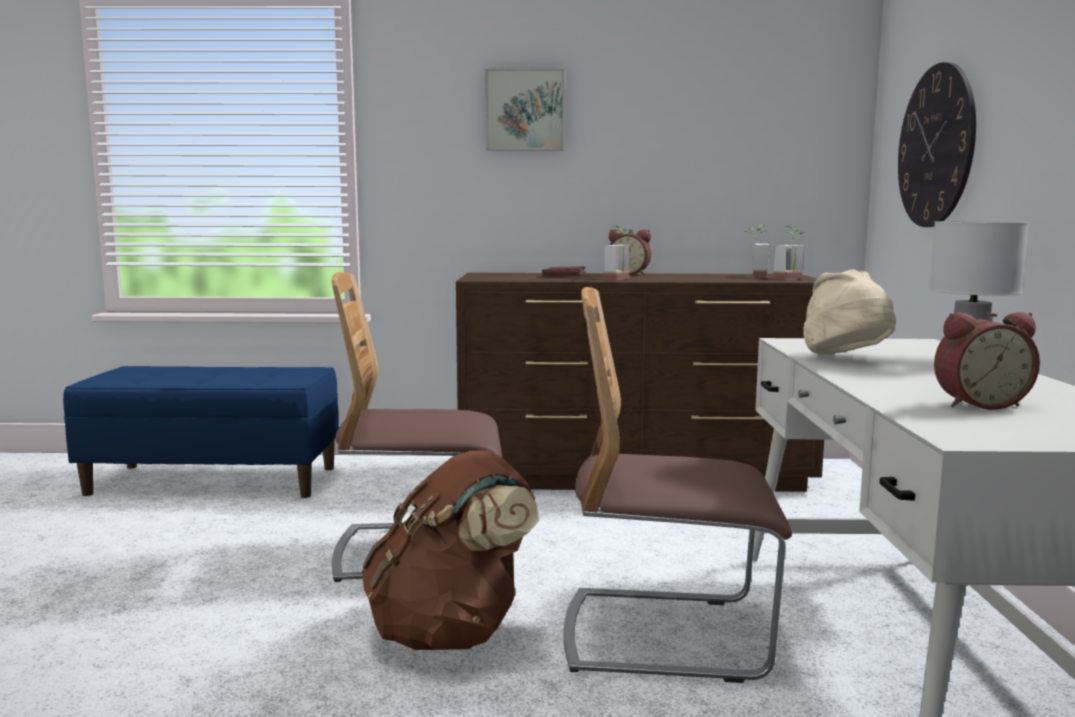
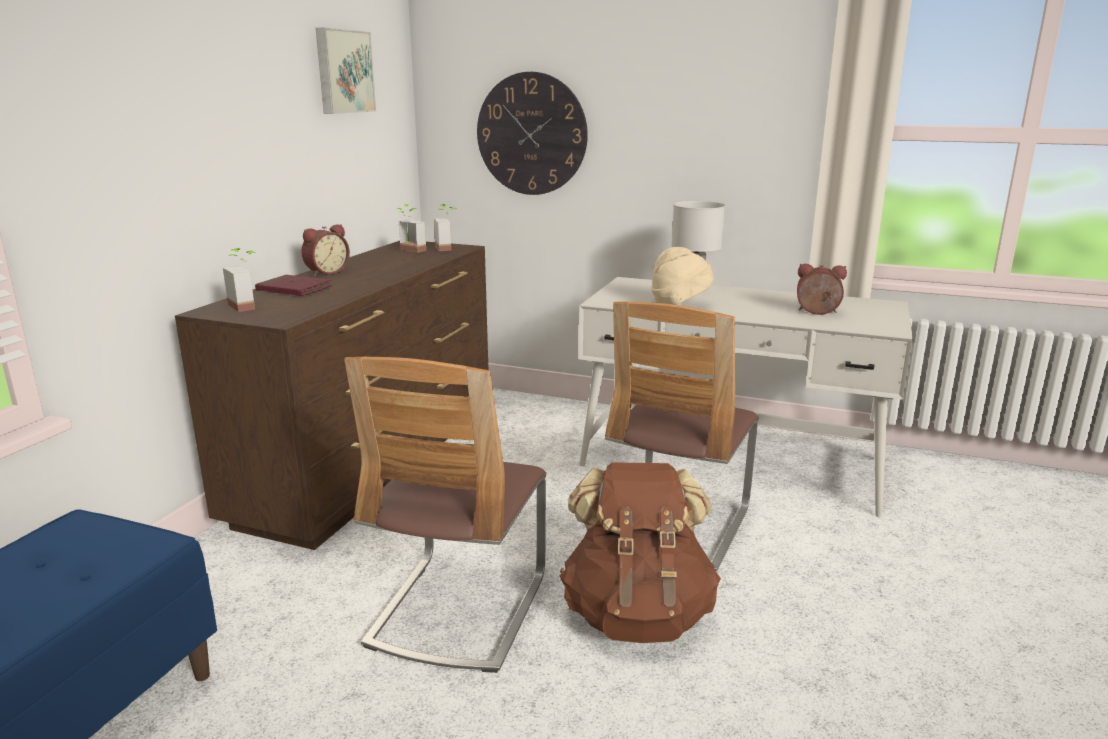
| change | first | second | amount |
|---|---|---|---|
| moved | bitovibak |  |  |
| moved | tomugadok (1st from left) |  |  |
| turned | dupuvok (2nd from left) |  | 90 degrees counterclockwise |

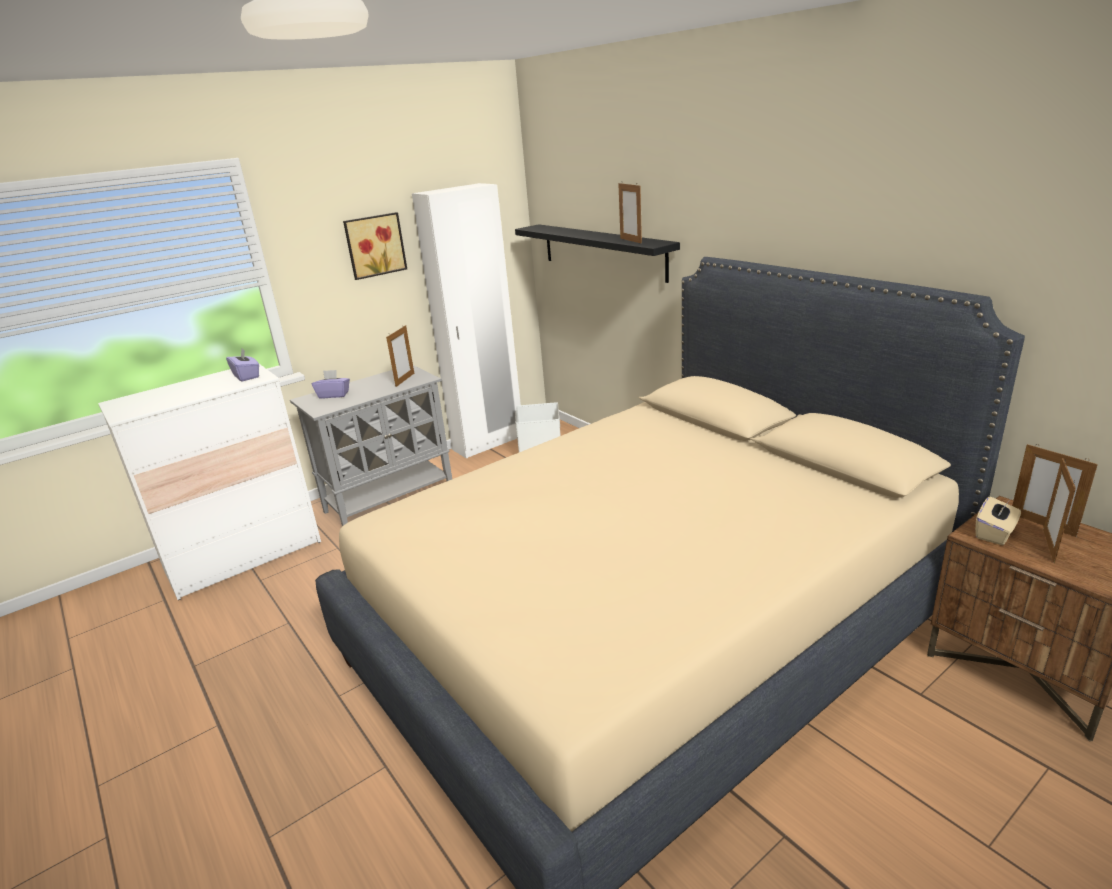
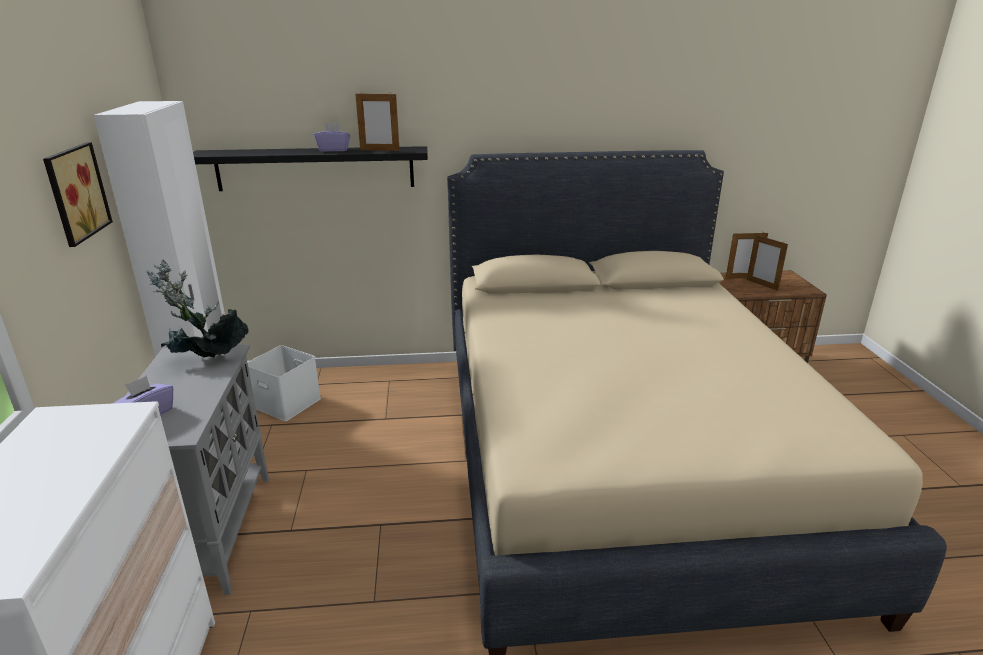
| change | first | second | amount |
|---|---|---|---|
| removed | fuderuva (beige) |  |  |
| moved | fuderuva (purple) (1st from left in the first image) | fuderuva (purple) (2nd from left) |  |
| replaced | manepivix (1st from left) | tomugadok |  |

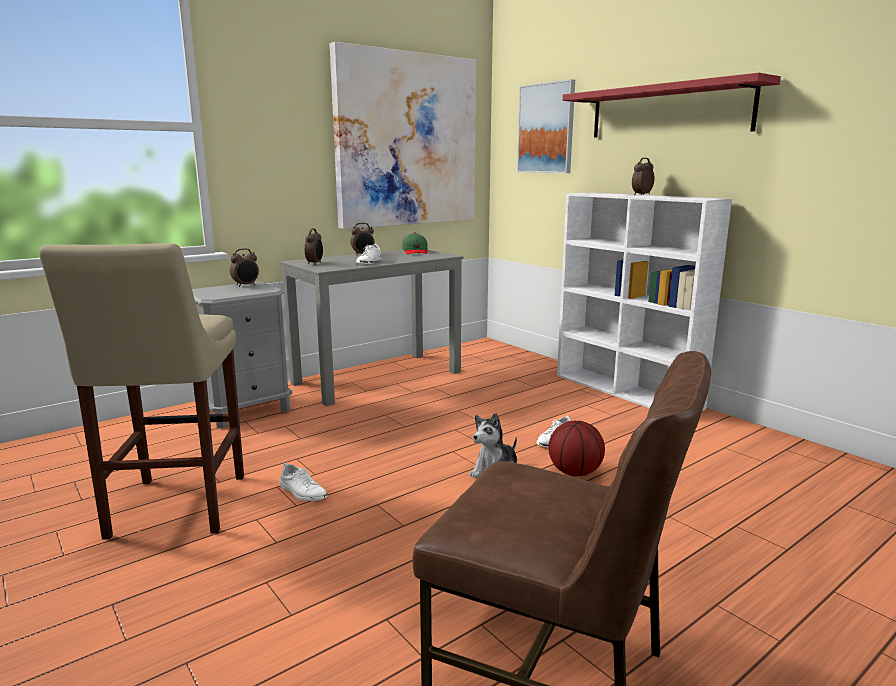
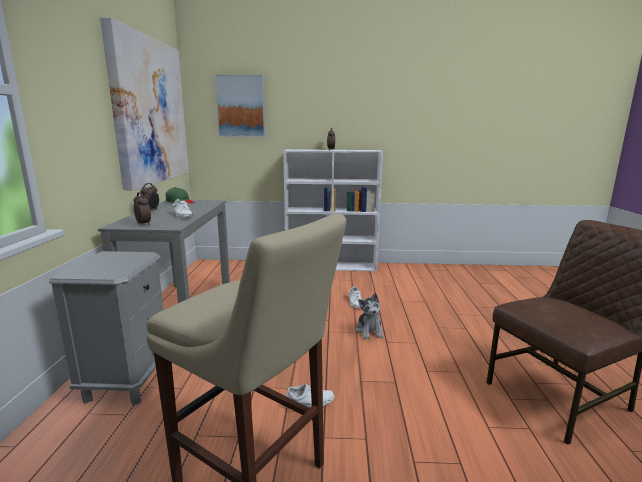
| change | first | second | amount |
|---|---|---|---|
| removed | dupuvok (1st from left) |  |  |
| removed | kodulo |  |  |
| removed | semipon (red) |  |  |

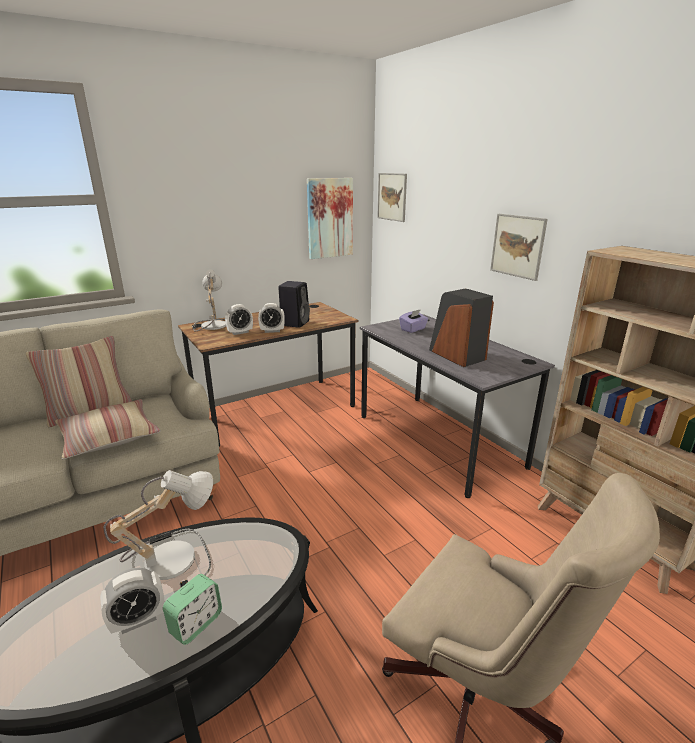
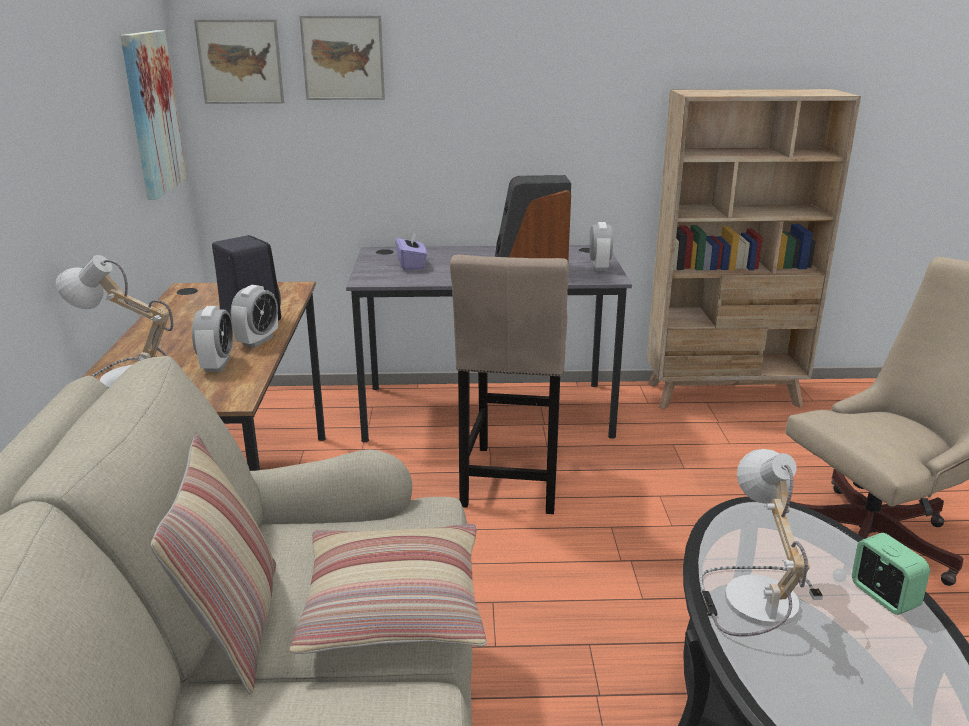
| change | first | second | amount |
|---|---|---|---|
| added |  | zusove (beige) |  |
| moved | dupuvok (1st from left in the first image) | dupuvok (3rd from left) |  |
| moved | bitovibak (3rd from left) |  |  |

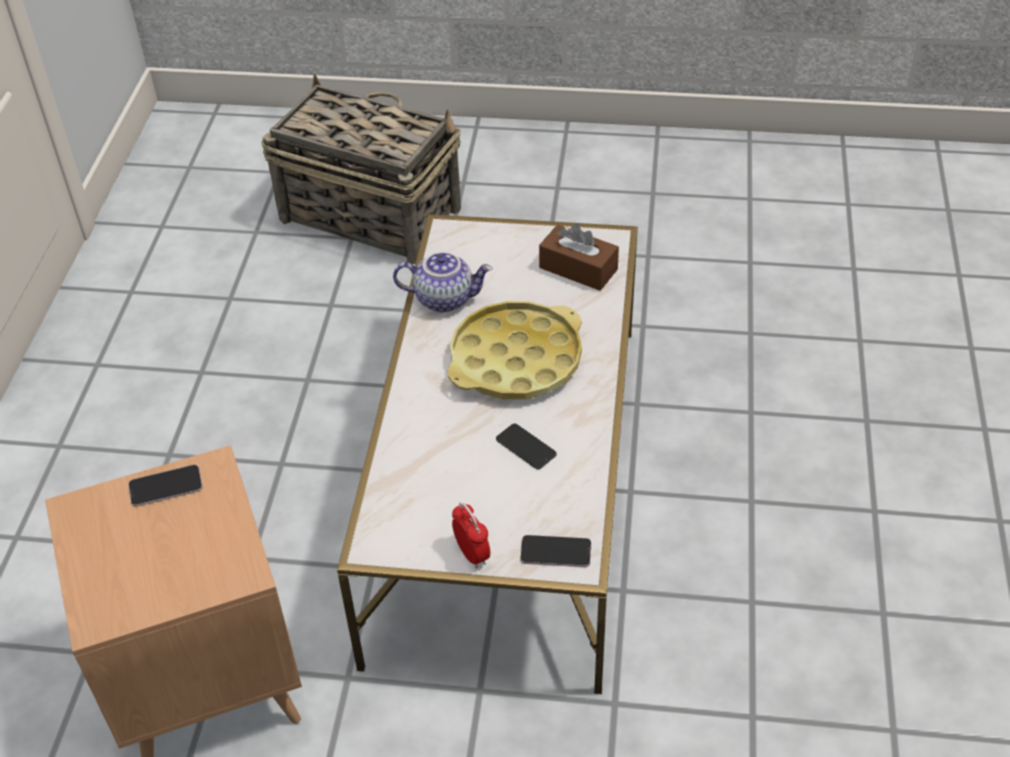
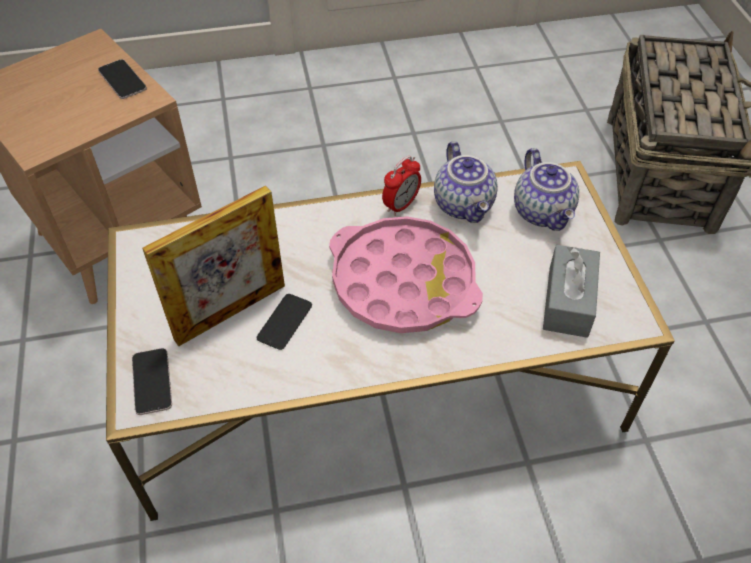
| change | first | second | amount |
|---|---|---|---|
| added |  | manepivix |  |
| added |  | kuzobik (2nd from left) |  |
| moved | dupuvok |  |  |
| recoloured | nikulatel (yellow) | nikulatel (pink) |  |
| recoloured | fuderuva (brown) | fuderuva (grey) |  |

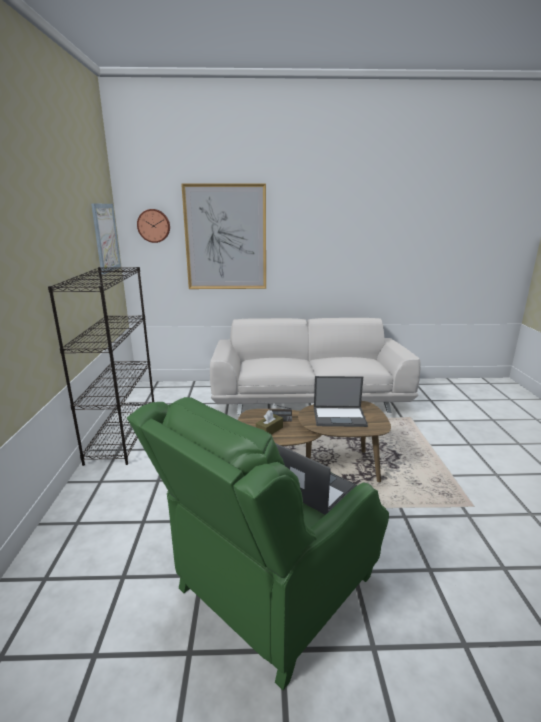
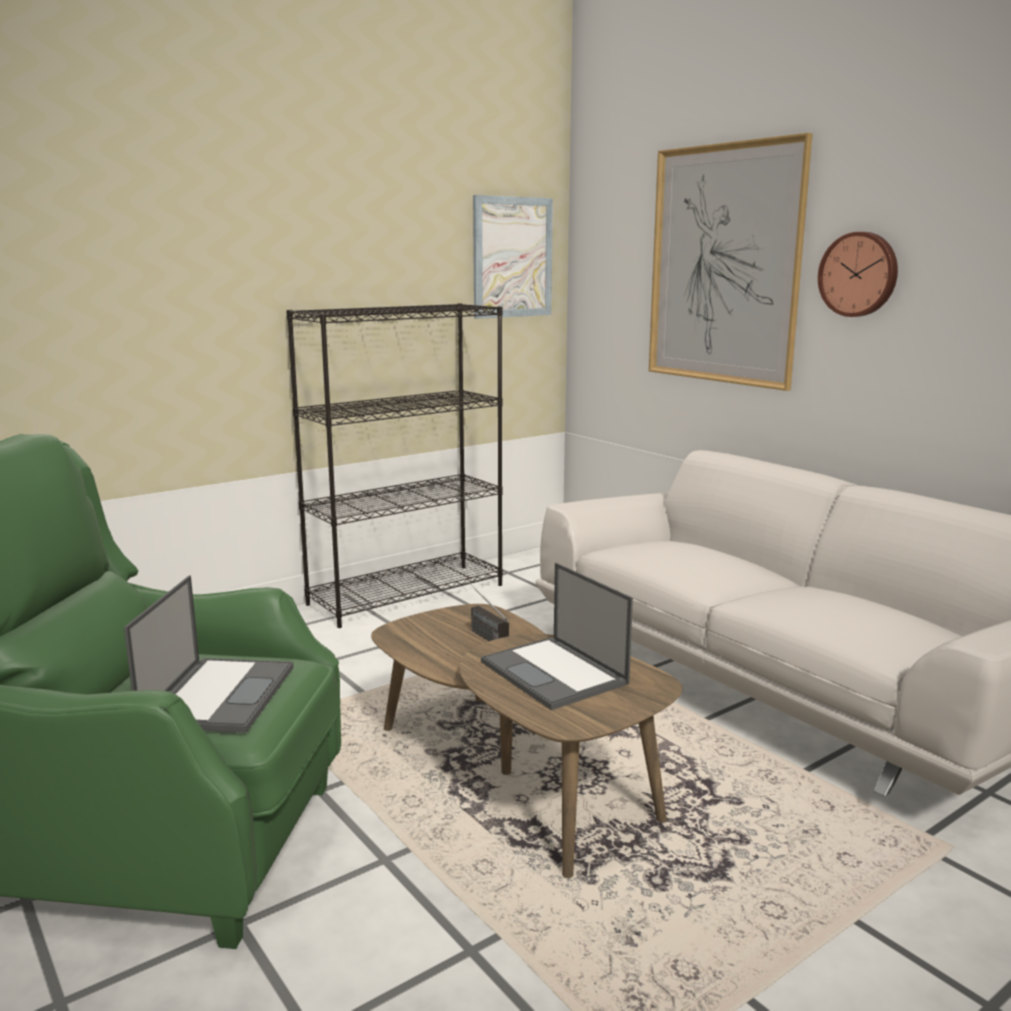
| change | first | second | amount |
|---|---|---|---|
| removed | fuderuva (brown) |  |  |
| moved | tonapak |  |  |

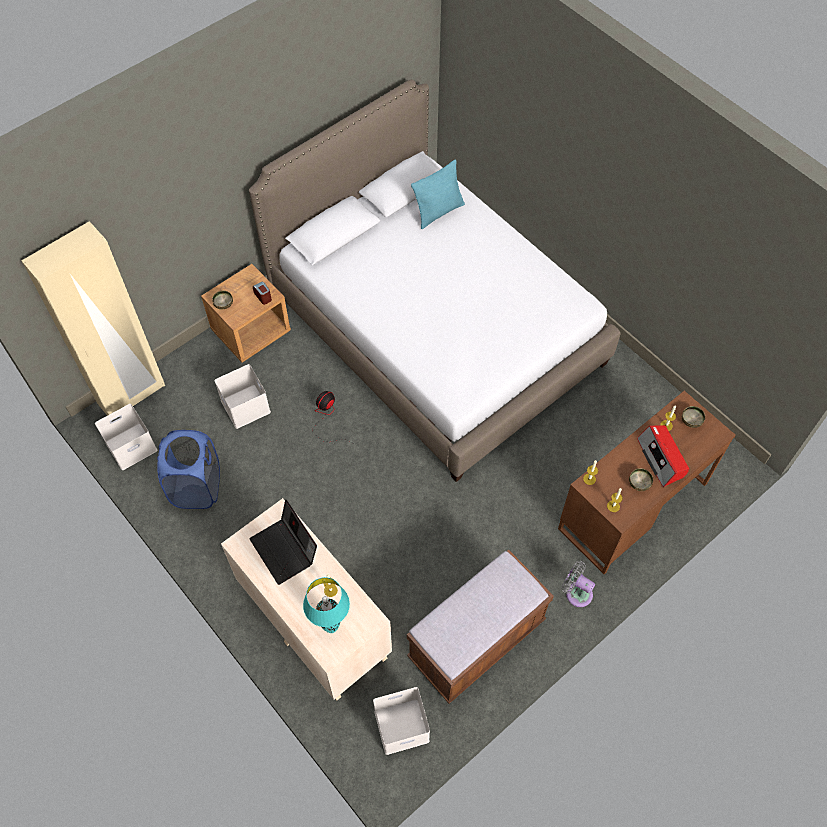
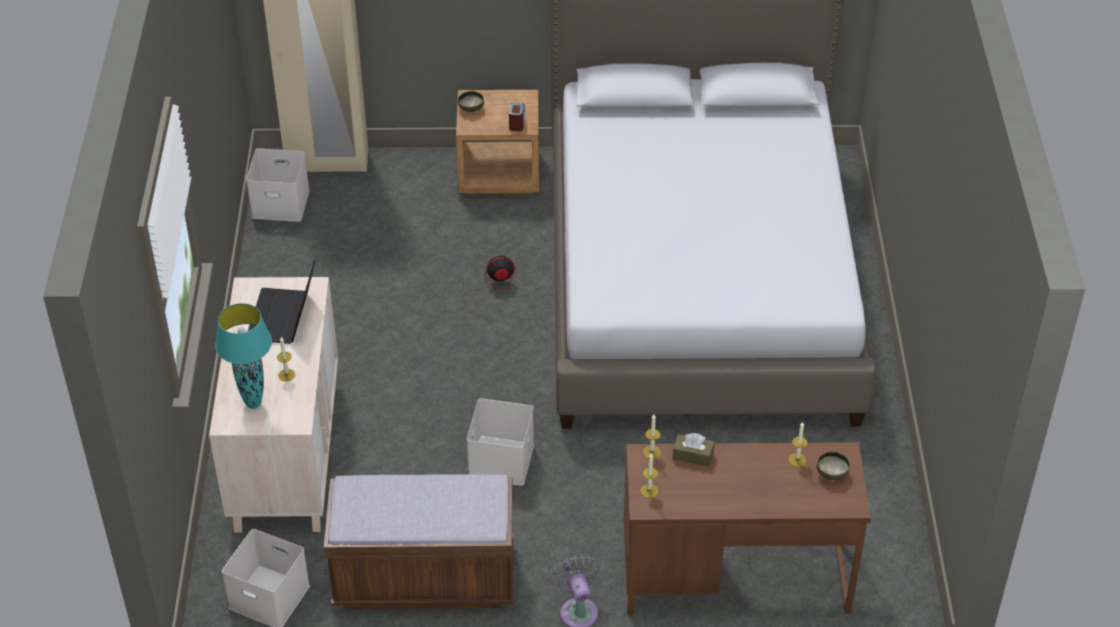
| change | first | second | amount |
|---|---|---|---|
| removed | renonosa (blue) |  |  |
| removed | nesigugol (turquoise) |  |  |
| removed | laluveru (2nd from left) |  |  |
| removed | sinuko |  |  |
| added |  | fuderuva (brown) |  |
| moved | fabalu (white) (2nd from left in the first image) | fabalu (white) (3rd from left) |  |

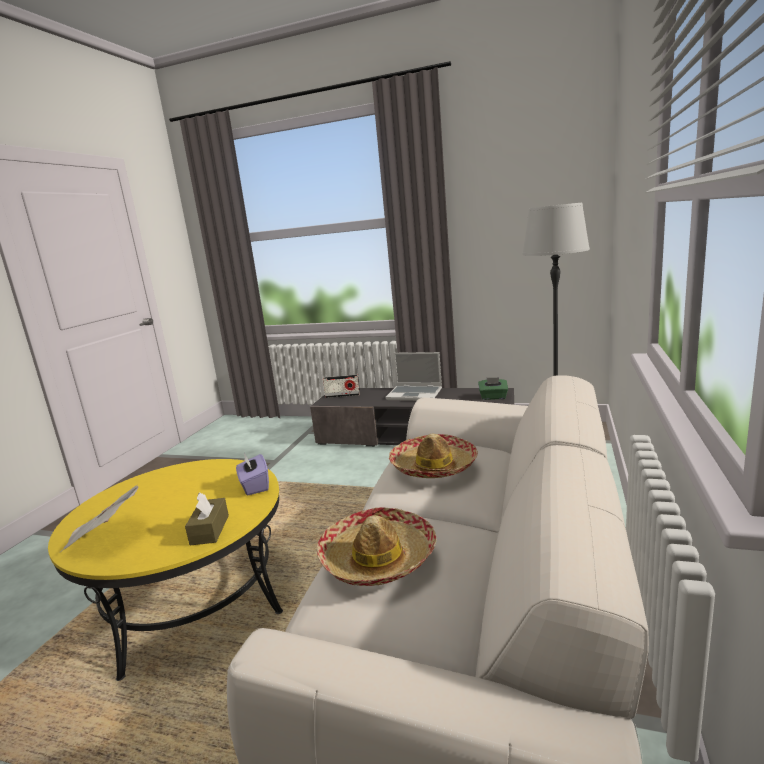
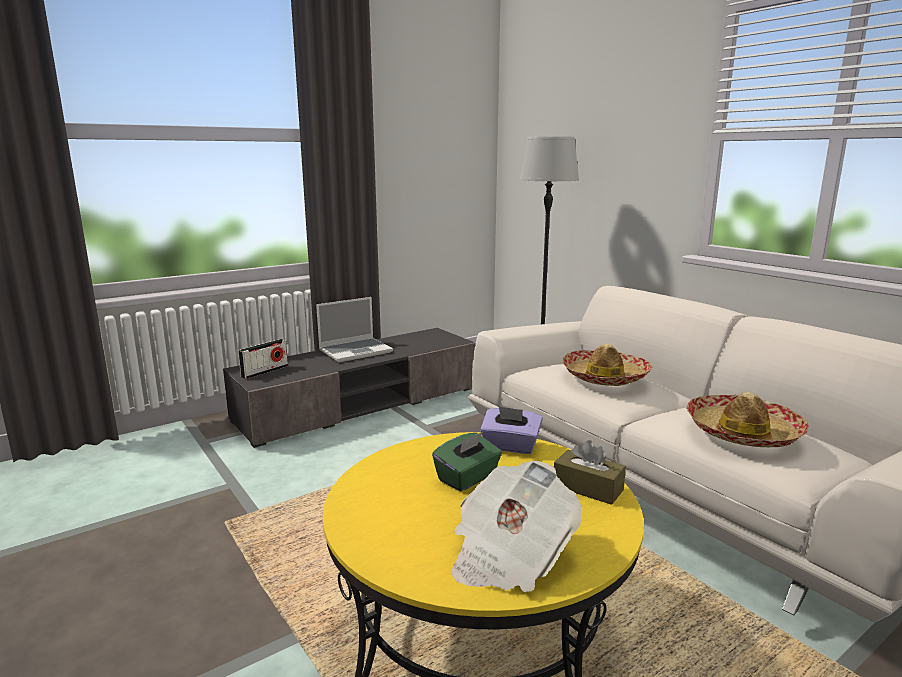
| change | first | second | amount |
|---|---|---|---|
| moved | fuderuva (green) |  |  |

